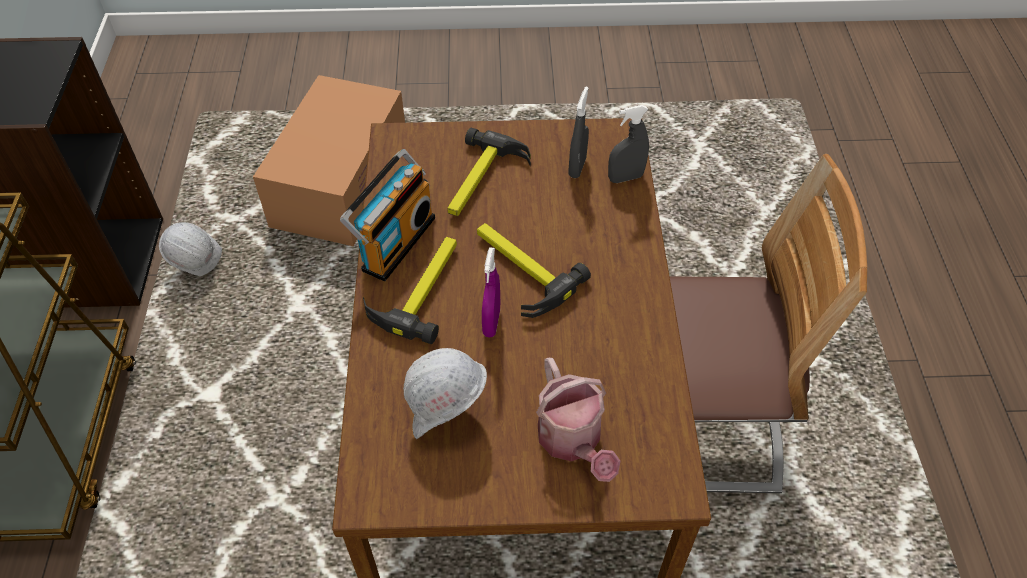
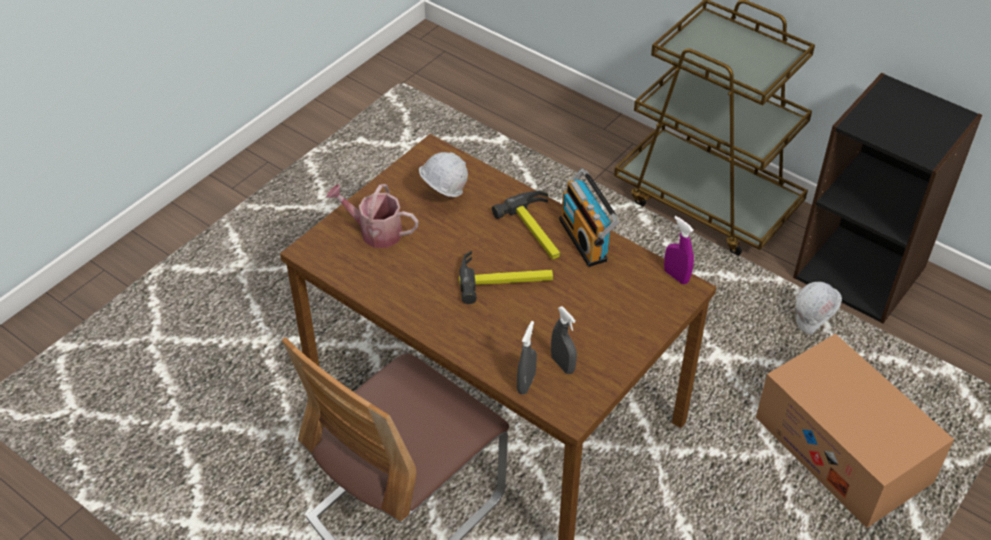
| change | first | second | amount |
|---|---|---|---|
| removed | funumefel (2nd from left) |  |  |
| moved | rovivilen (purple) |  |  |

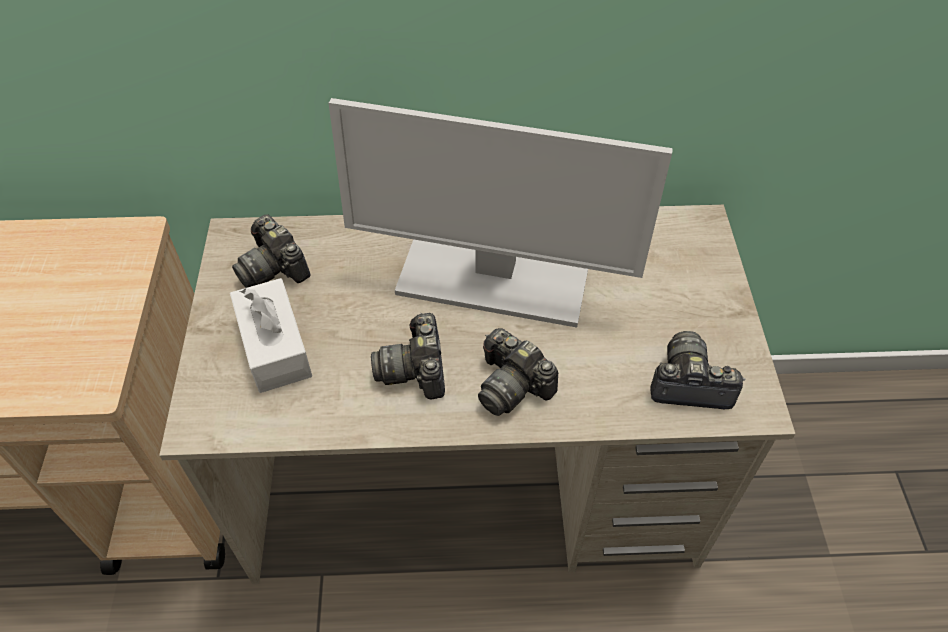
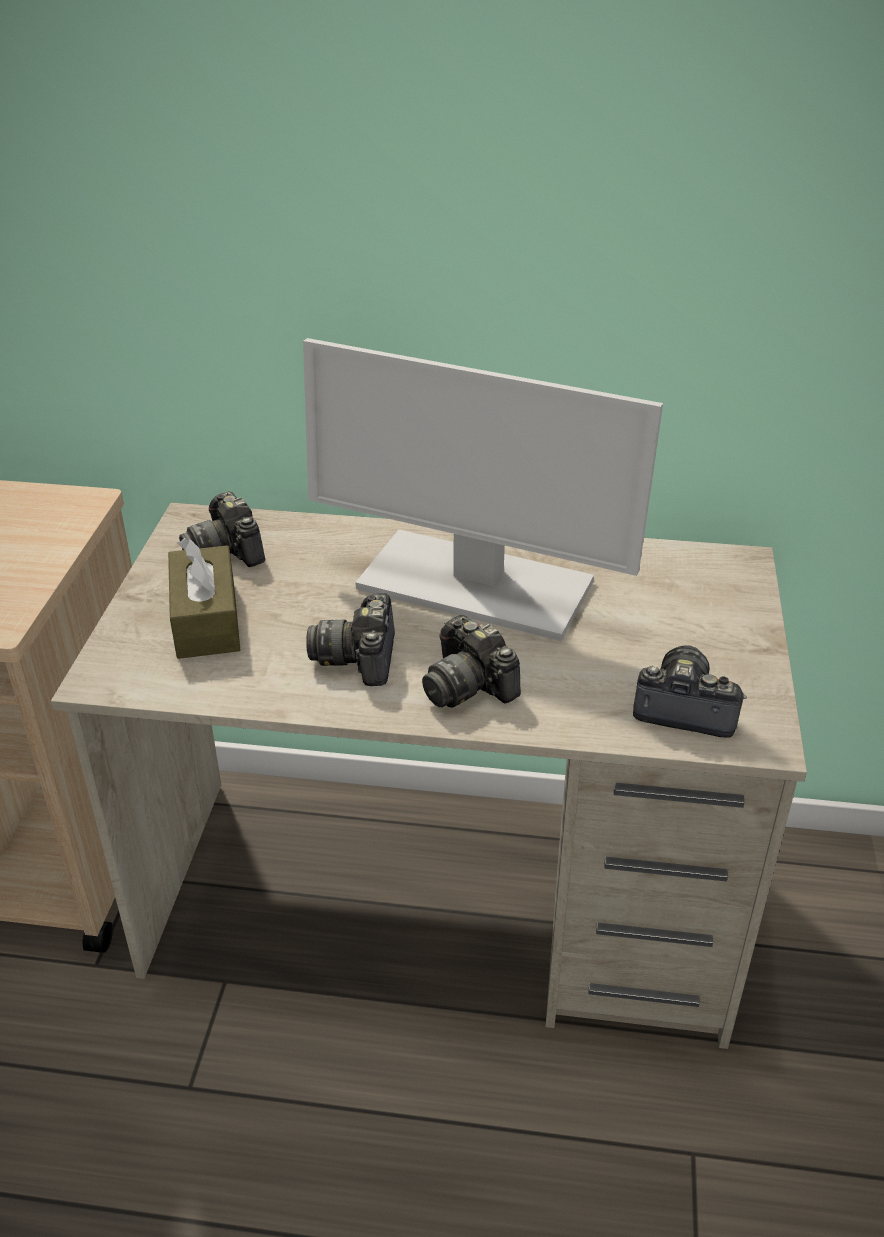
| change | first | second | amount |
|---|---|---|---|
| recoloured | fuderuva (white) | fuderuva (brown) |  |

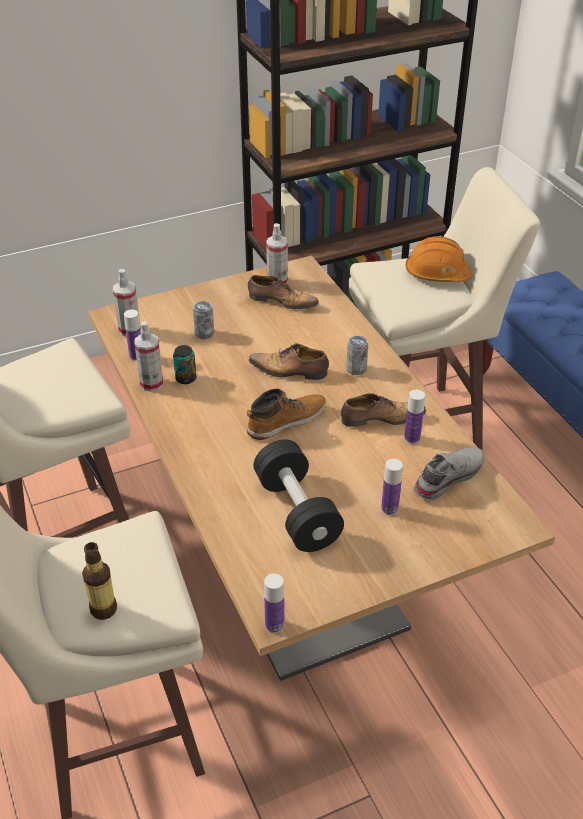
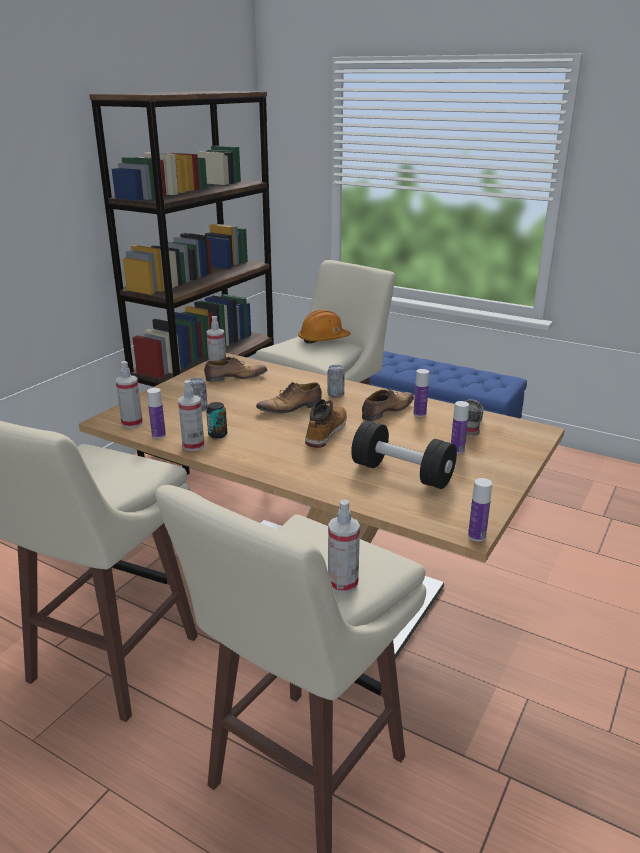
| change | first | second | amount |
|---|---|---|---|
| replaced | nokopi (1st from left) | rovivilen (4th from left) |  |

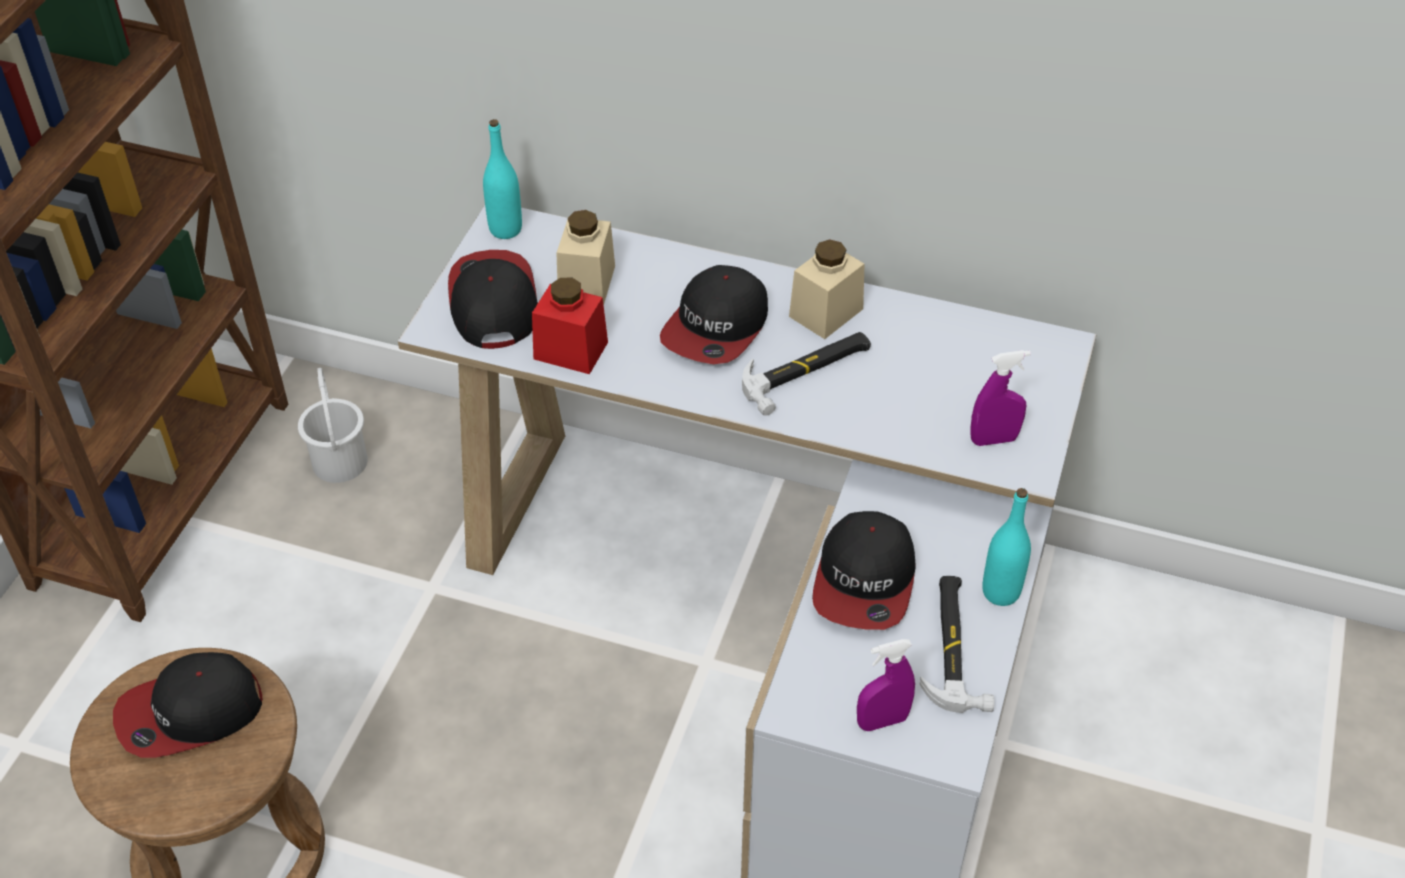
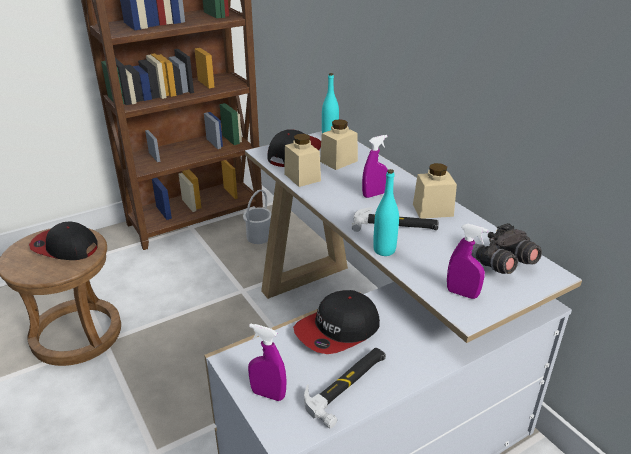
| change | first | second | amount |
|---|---|---|---|
| added |  | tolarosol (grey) |  |
| moved | nokopi (turquoise) (2nd from left) |  |  |
| replaced | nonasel (3rd from left) | rovivilen (purple) (2nd from left) |  |
| recoloured | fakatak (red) | fakatak (beige) (1st from left) |  |

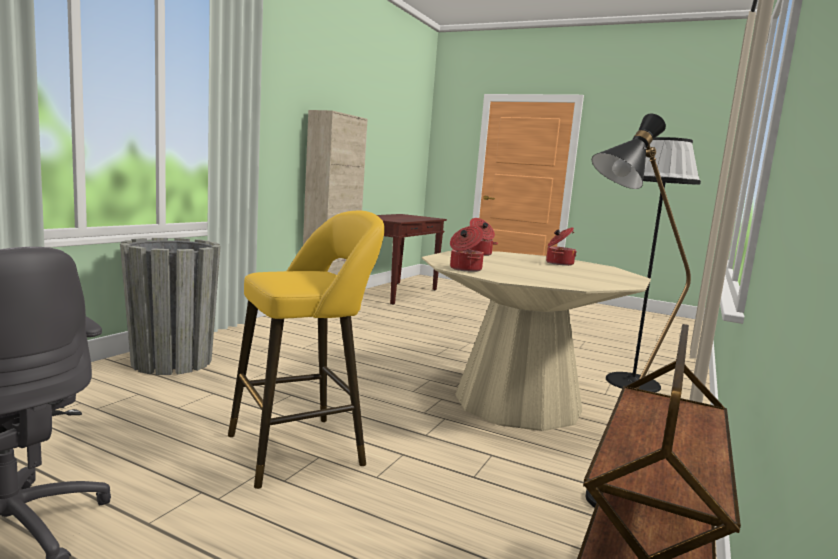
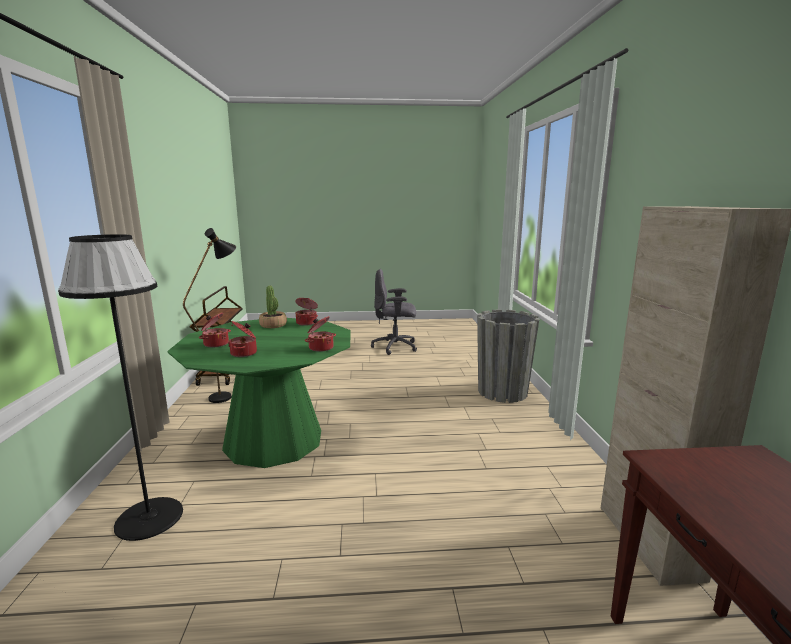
| change | first | second | amount |
|---|---|---|---|
| removed | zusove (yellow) |  |  |
| added |  | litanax (1st from left) |  |
| added |  | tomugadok |  |
| recoloured | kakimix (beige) | kakimix (green) |  |

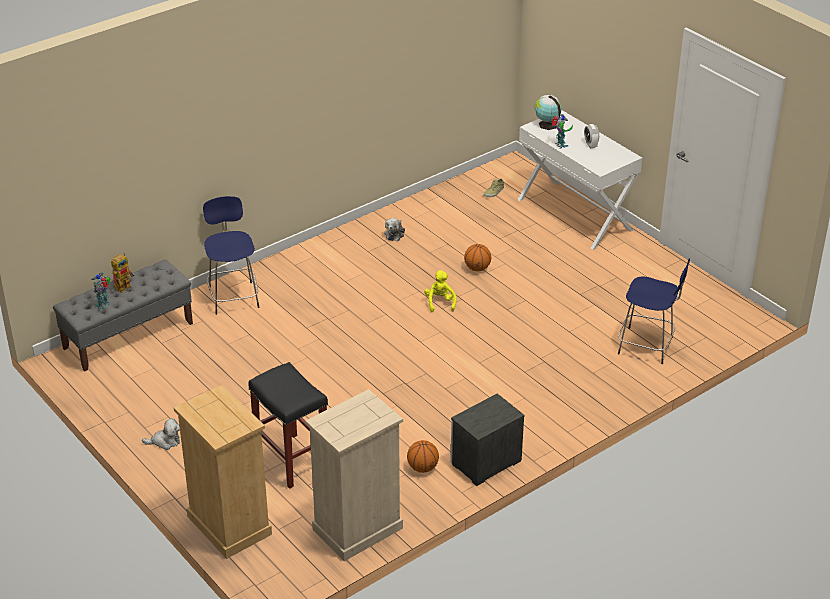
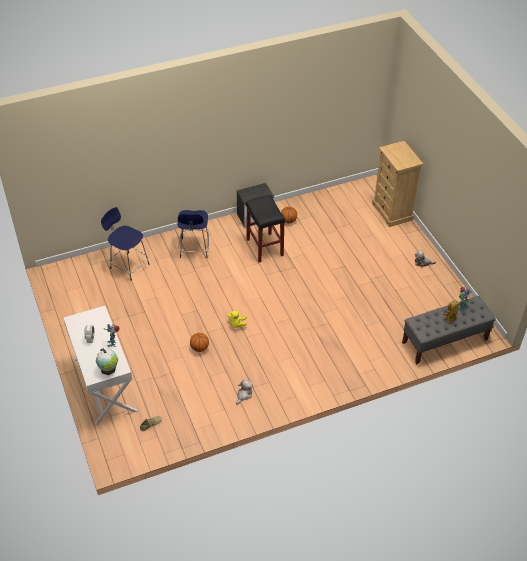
| change | first | second | amount |
|---|---|---|---|
| removed | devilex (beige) (2nd from left) |  |  |
| moved | zusove (blue) (1st from left in the first image) | zusove (blue) (2nd from left) |  |
| moved | zusove (black) |  |  |

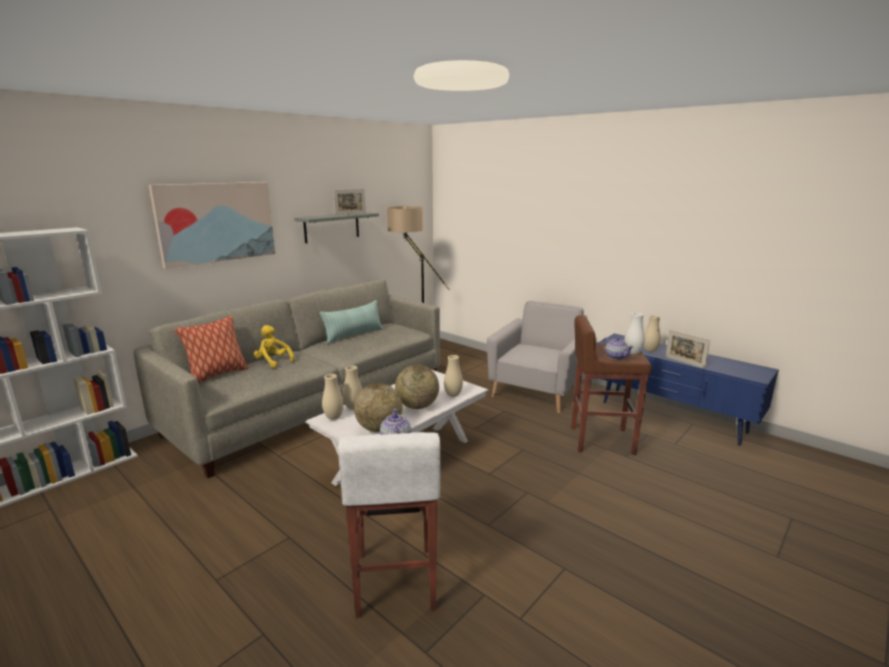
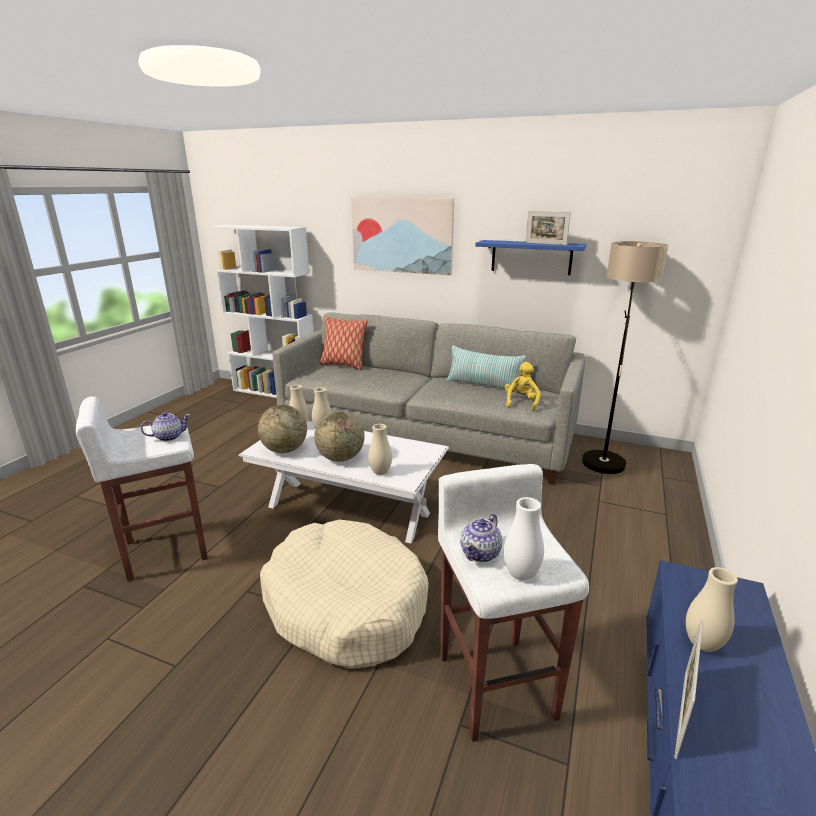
| change | first | second | amount |
|---|---|---|---|
| removed | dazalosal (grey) |  |  |
| added |  | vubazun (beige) |  |
| moved | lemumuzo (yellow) |  |  |
| recoloured | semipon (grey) | semipon (blue) |  |
| recoloured | zusove (brown) | zusove (white) (2nd from left) |  |

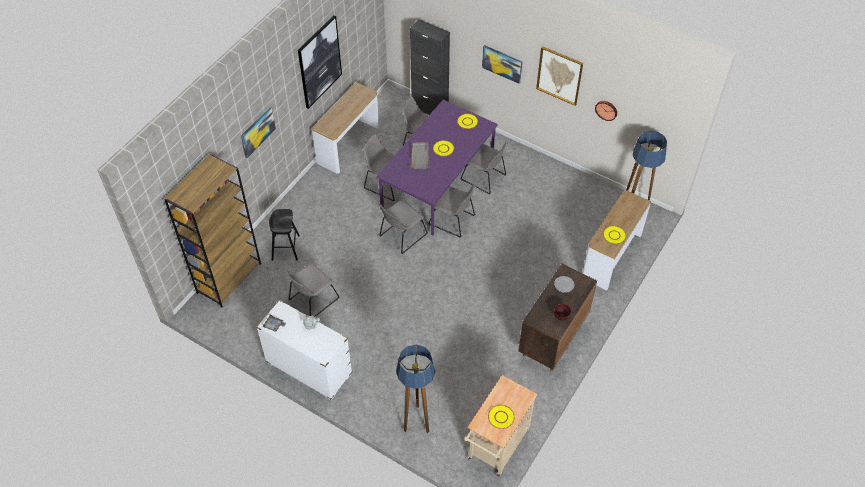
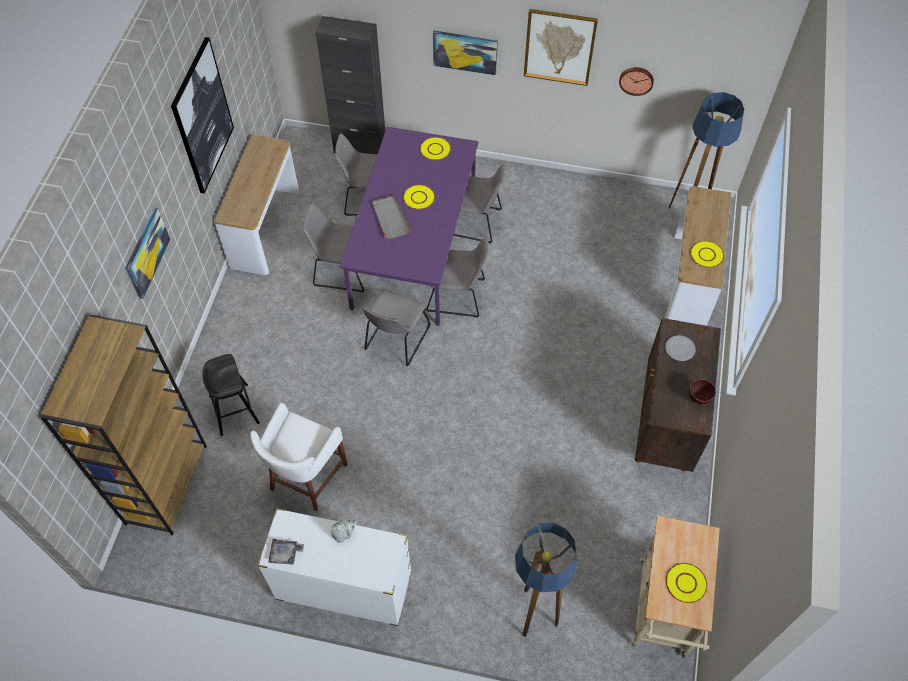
| change | first | second | amount |
|---|---|---|---|
| replaced | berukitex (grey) (1st from left) | zusove (white) |  |

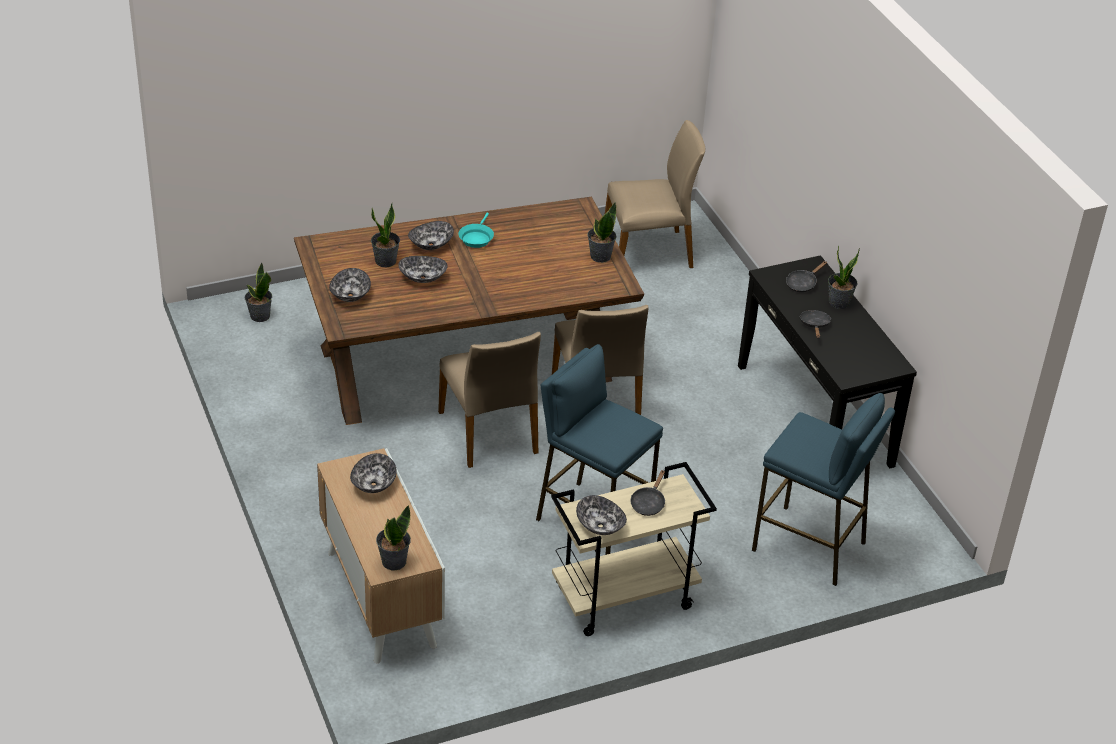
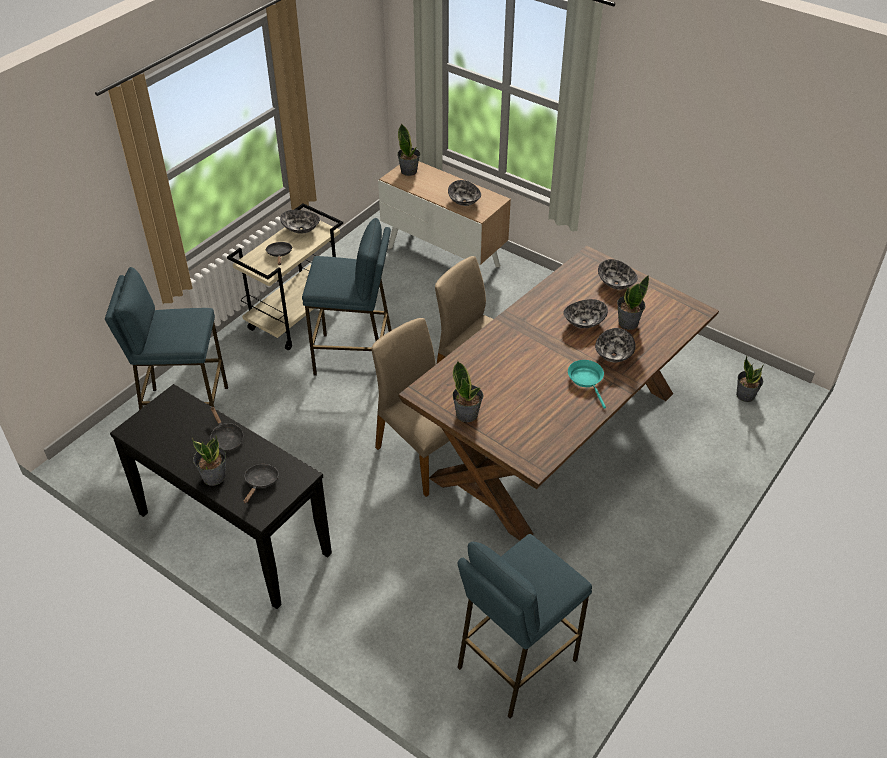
| change | first | second | amount |
|---|---|---|---|
| replaced | berukitex (beige) (3rd from left) | zusove (blue) (3rd from left) |  |

